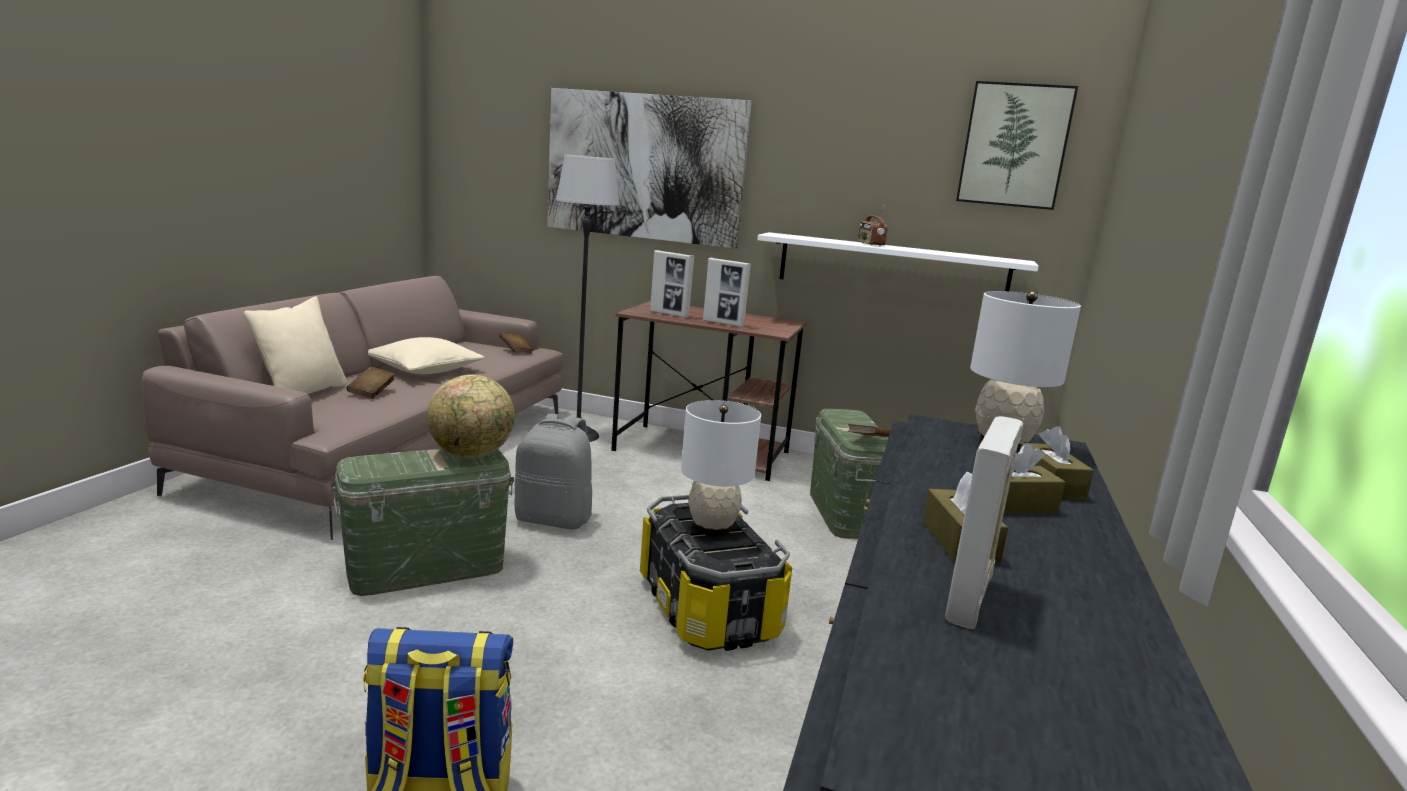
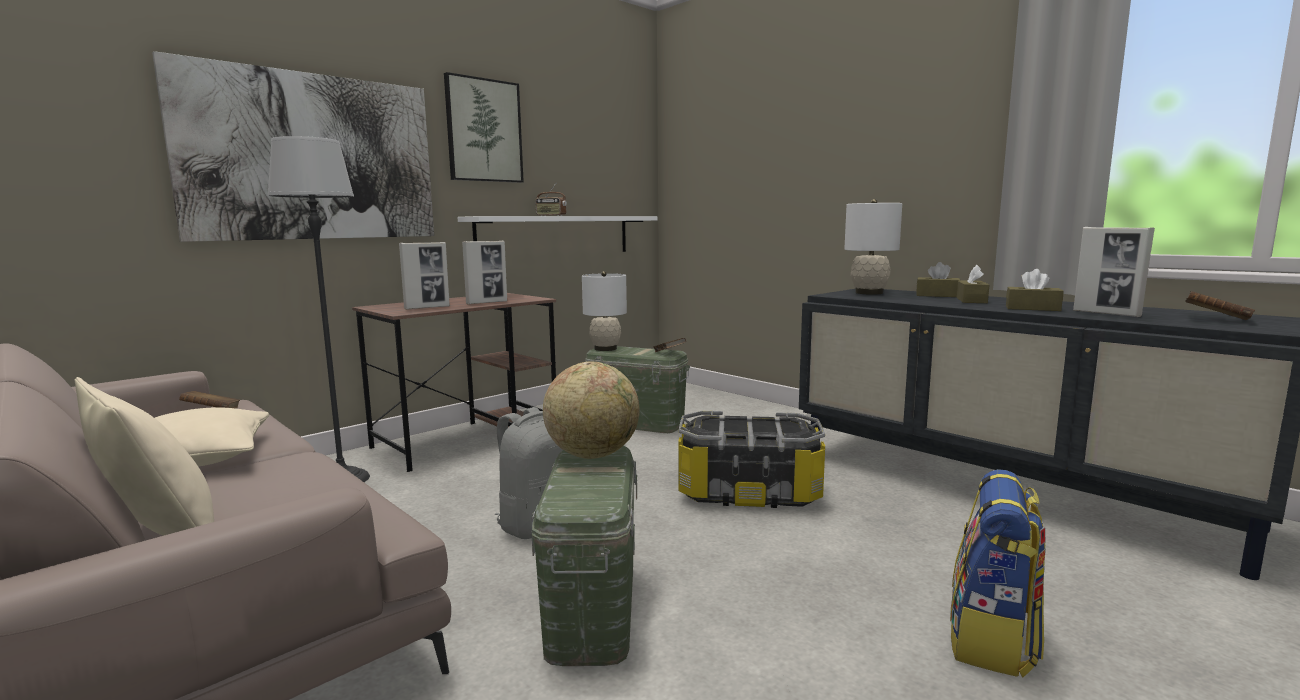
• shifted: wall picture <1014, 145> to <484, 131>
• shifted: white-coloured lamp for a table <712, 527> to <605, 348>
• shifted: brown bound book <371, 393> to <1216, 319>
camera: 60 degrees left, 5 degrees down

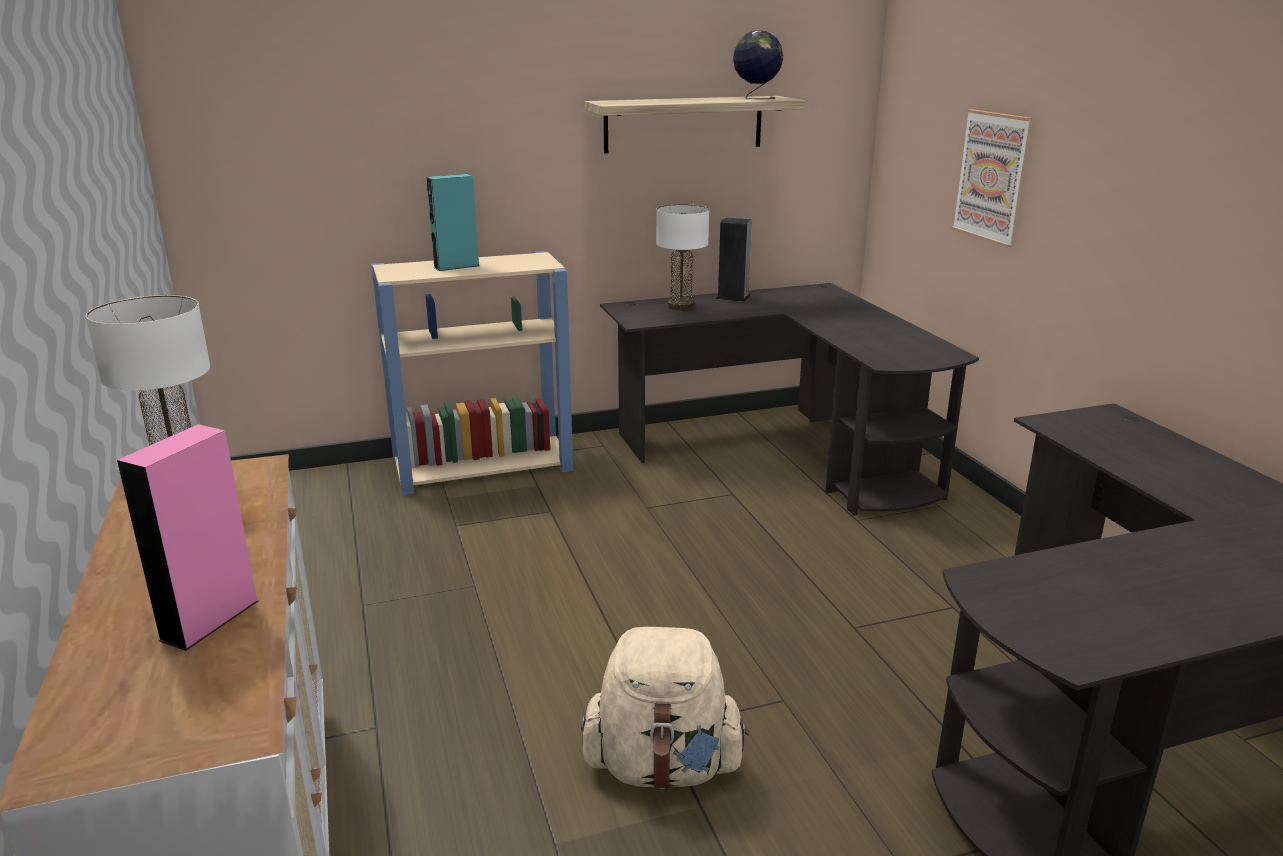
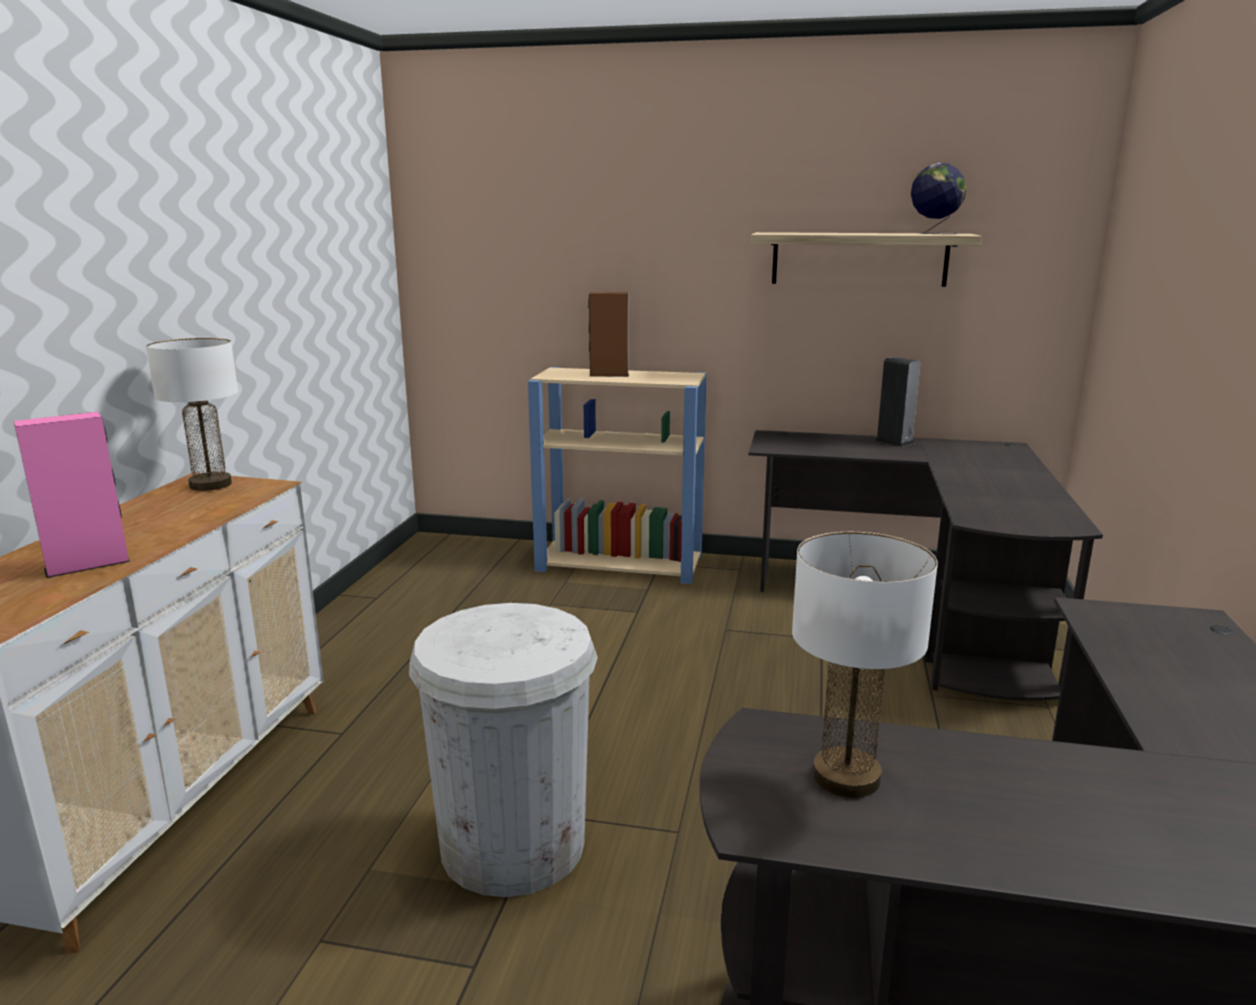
• swapped: beige backpack <663, 766> to white-coloured waste bin <513, 845>
• repainted: turquoise-coloured speaker <456, 266> to brown speaker <609, 375>
• shifted: lamp for a table <681, 306> to <845, 777>
• gone: wall picture <991, 176>
camera: 30 degrees right, 5 degrees down

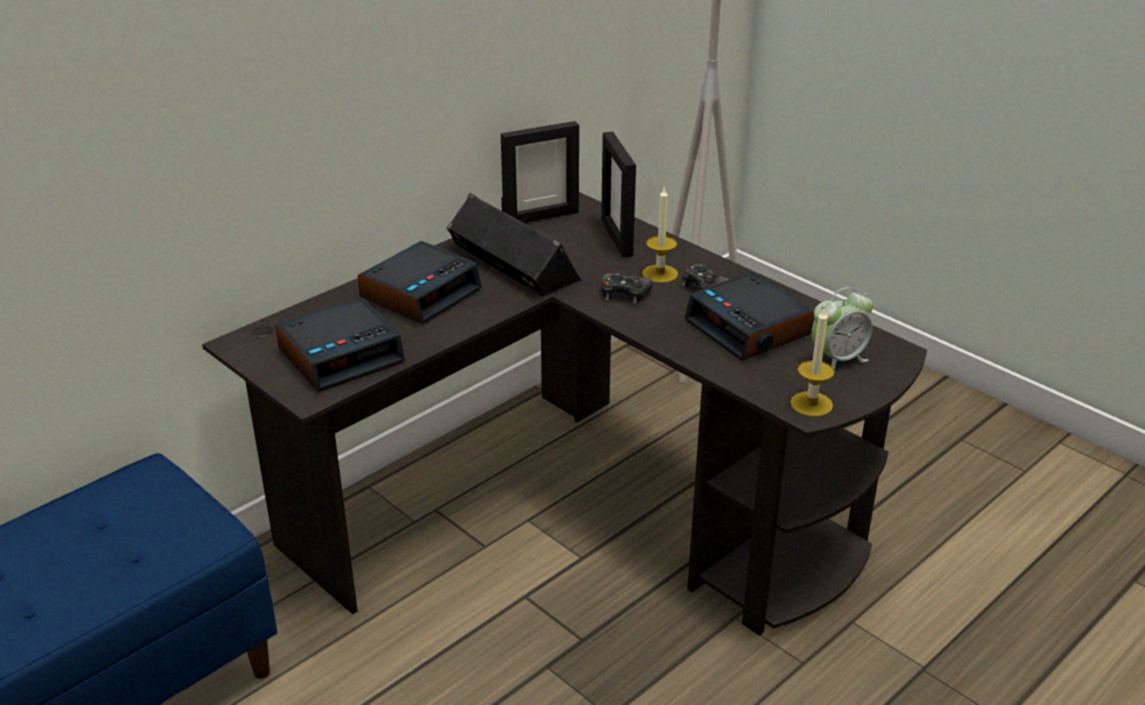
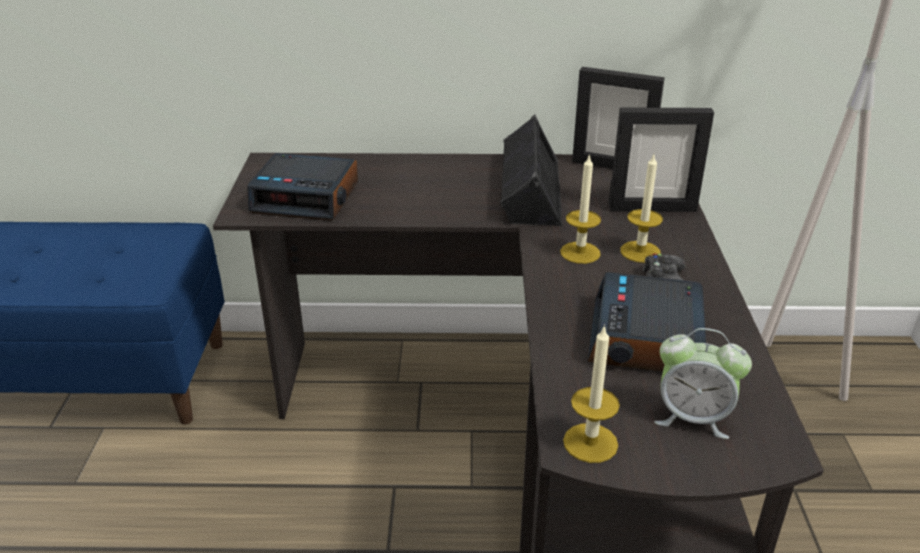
• swapped: blackish joypad <624, 294> to wax light <580, 253>
• rotated: photo frame <618, 237> = <652, 208> 120 degrees counterclockwise
• gone: alarm clock <420, 293>
camera: 45 degrees right, 0 degrees up

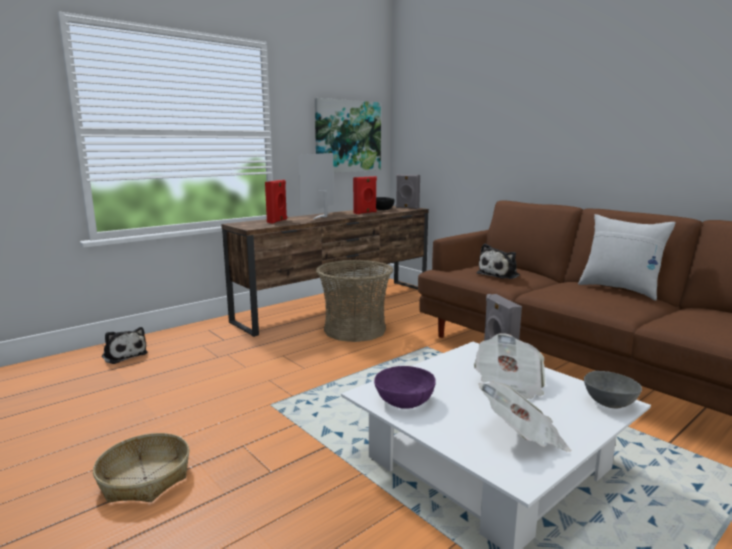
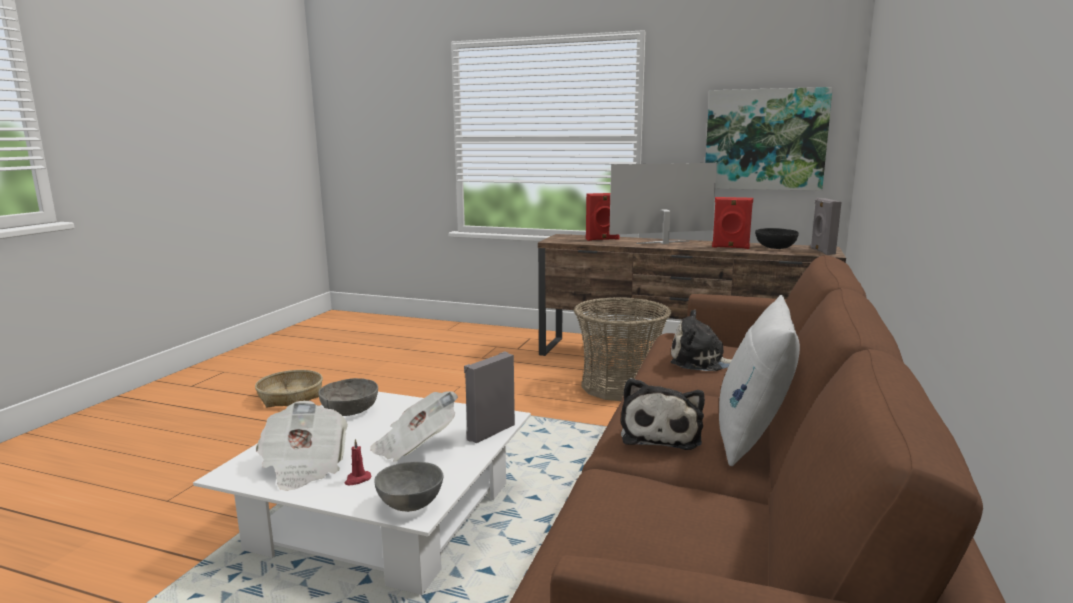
• repainted: purplish bowl <404, 400> to gray bowl <350, 410>
• new: red wax light <357, 479>
• shifted: soft toy <124, 355> to <661, 433>
camera: 60 degrees right, 0 degrees up

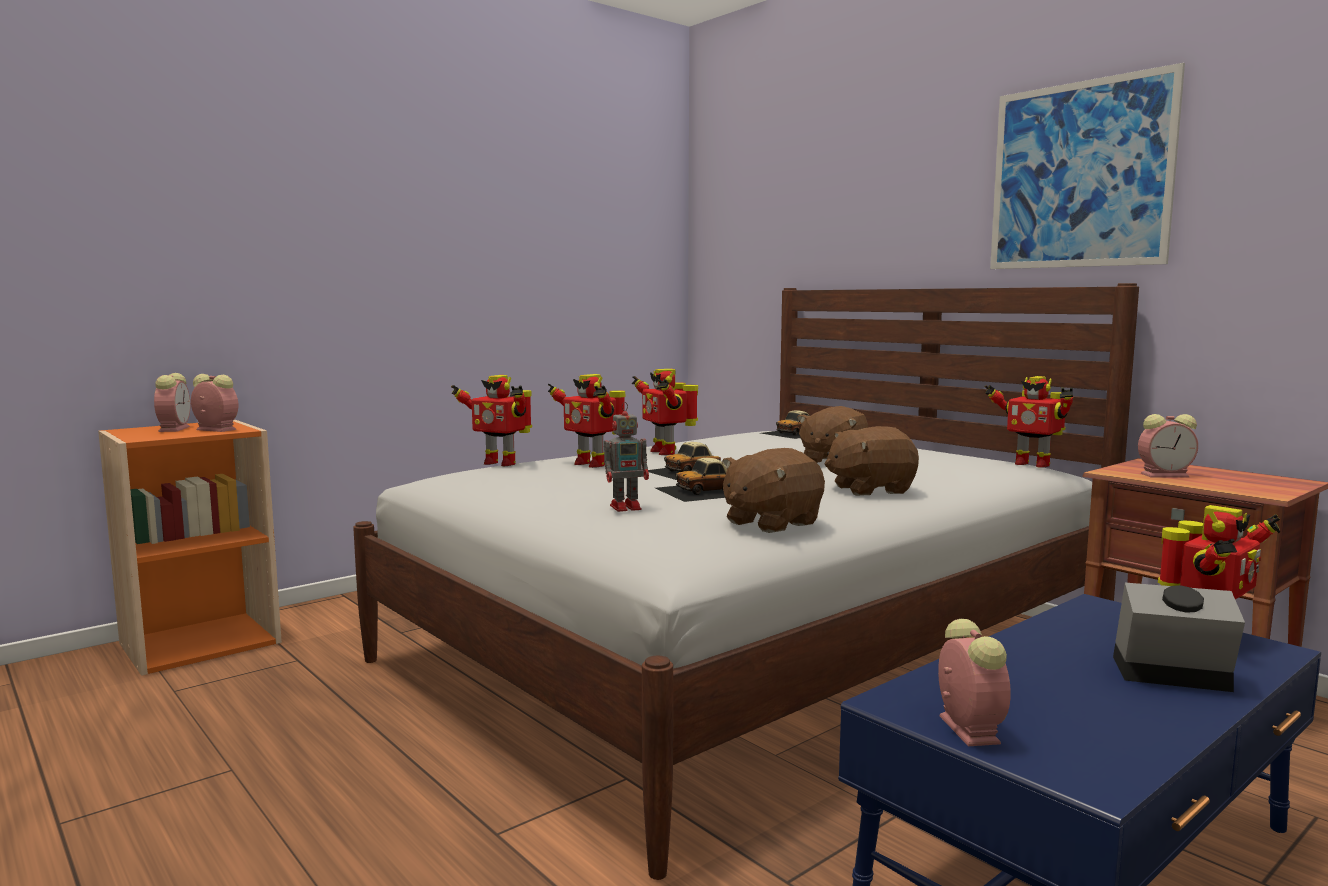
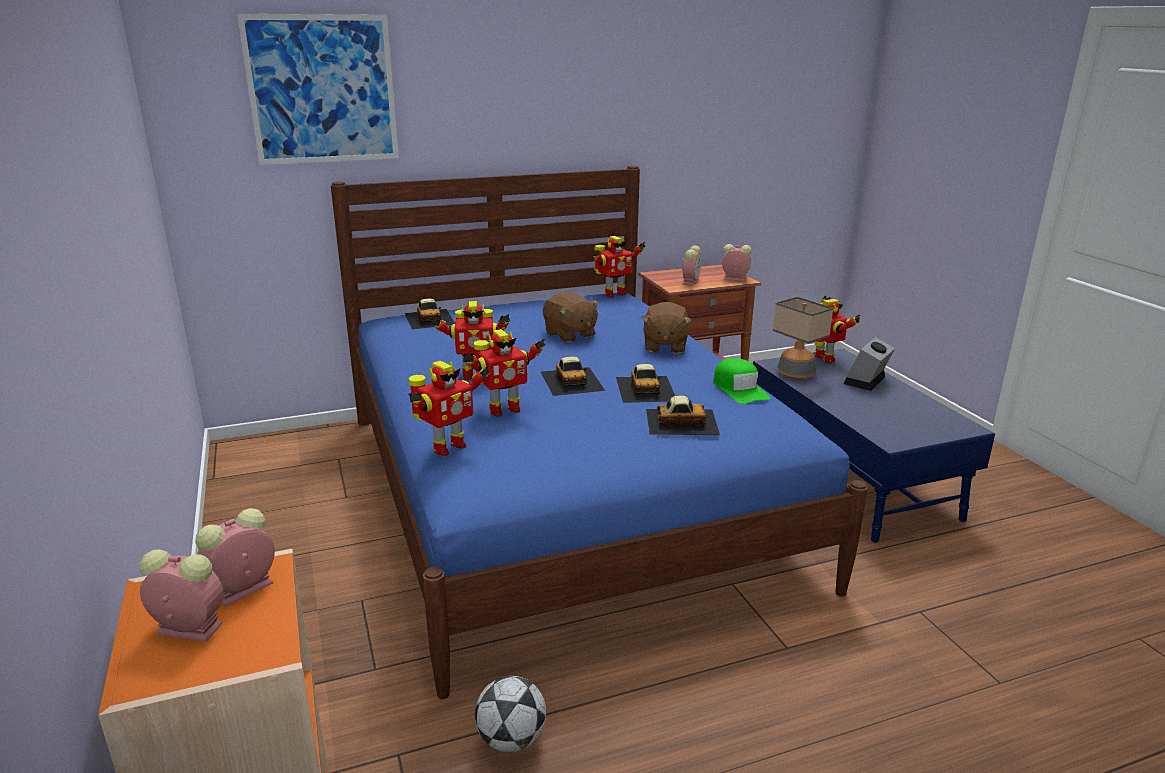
• shifted: wall picture <1079, 175> to <322, 90>
• repainted: white-coloured bed <745, 651> to blue bed <562, 494>
• new: football <511, 740>
• swapped: model robot <627, 507> to model car <681, 421>
• swapped: brown soft toy <770, 523> to green-coloured cap <739, 389>
• shifted: alarm clock <966, 728> to <734, 278>
• new: lamp for a table <795, 373>
camera: 70 degrees left, 15 degrees up

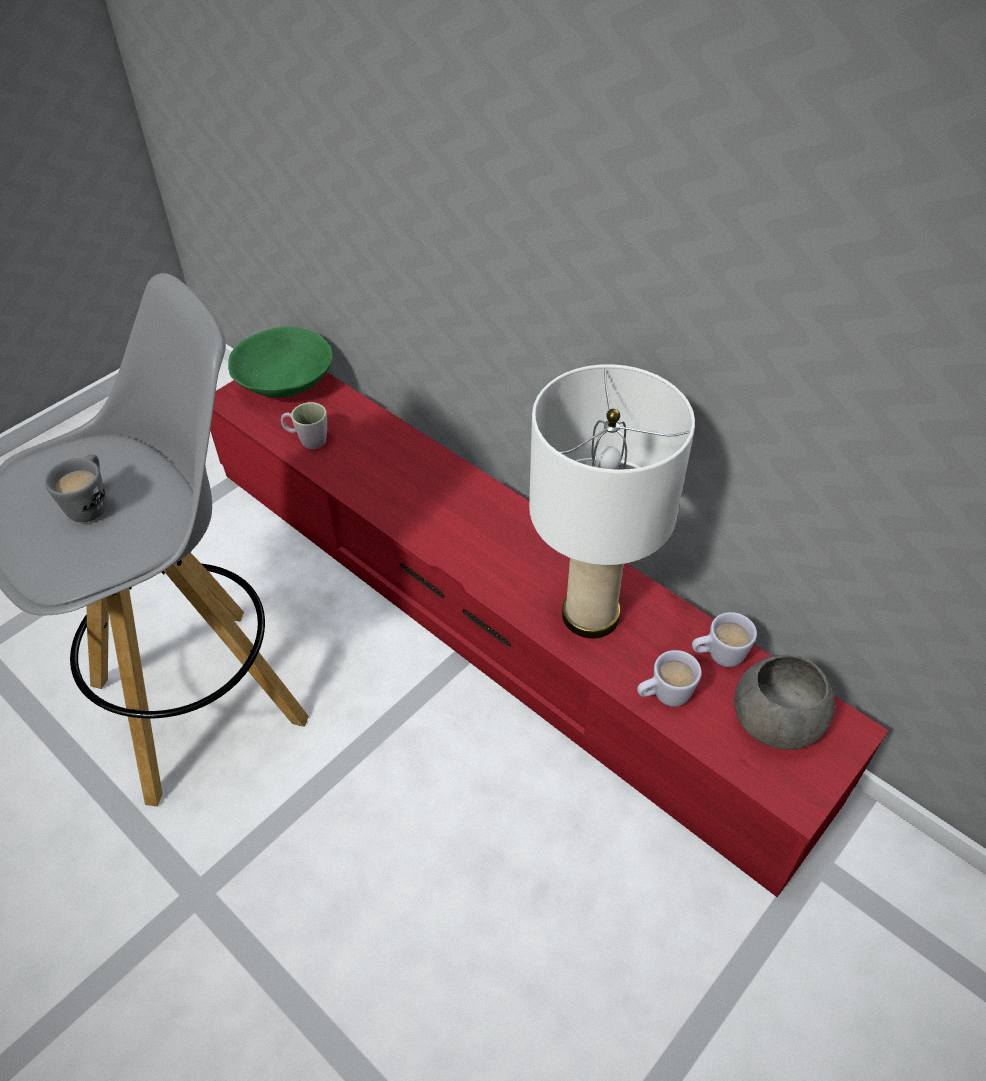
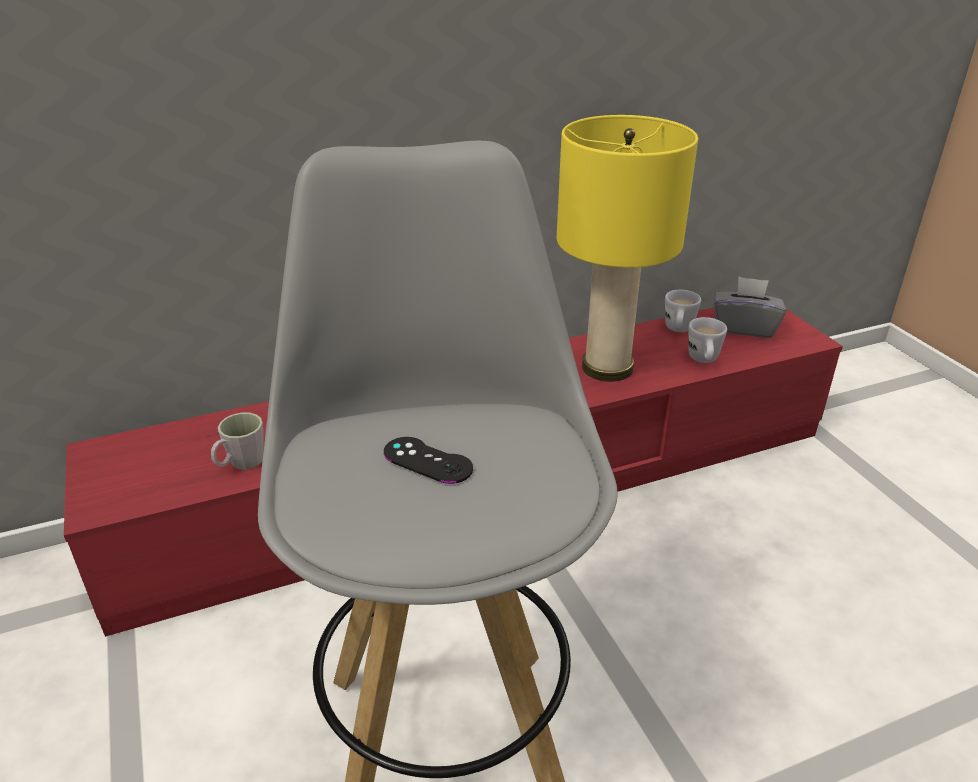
• swapped: gray coffee mug <91, 503> to blackish joypad <427, 460>
• repainted: white-coloured lamp for a table <589, 615> to yellow-coloured lamp for a table <607, 368>
• swapped: gray bowl <774, 720> to gray tissue box <744, 328>
• gone: green-coloured bowl <285, 383>
camera: 65 degrees left, 15 degrees down

